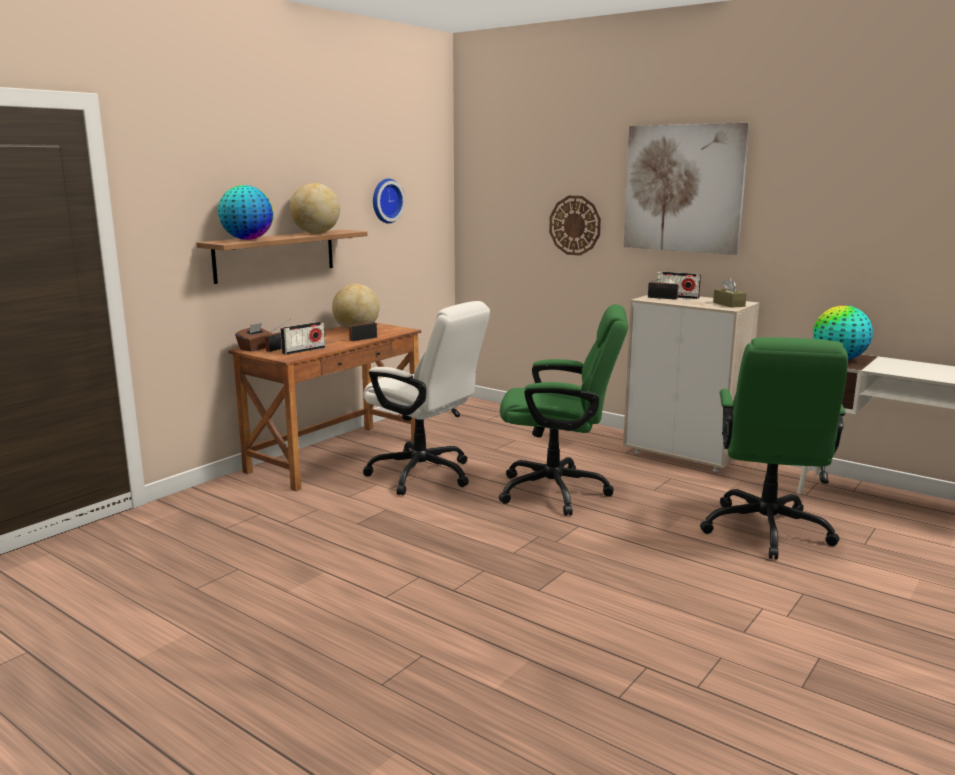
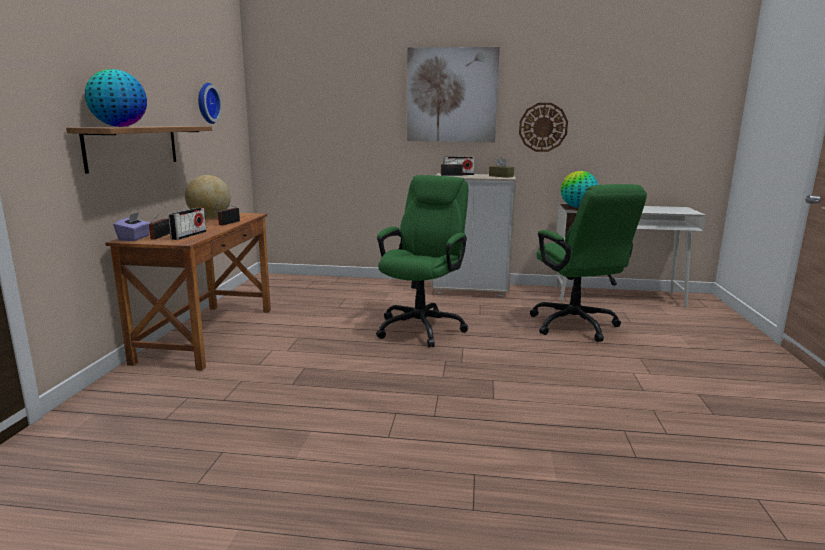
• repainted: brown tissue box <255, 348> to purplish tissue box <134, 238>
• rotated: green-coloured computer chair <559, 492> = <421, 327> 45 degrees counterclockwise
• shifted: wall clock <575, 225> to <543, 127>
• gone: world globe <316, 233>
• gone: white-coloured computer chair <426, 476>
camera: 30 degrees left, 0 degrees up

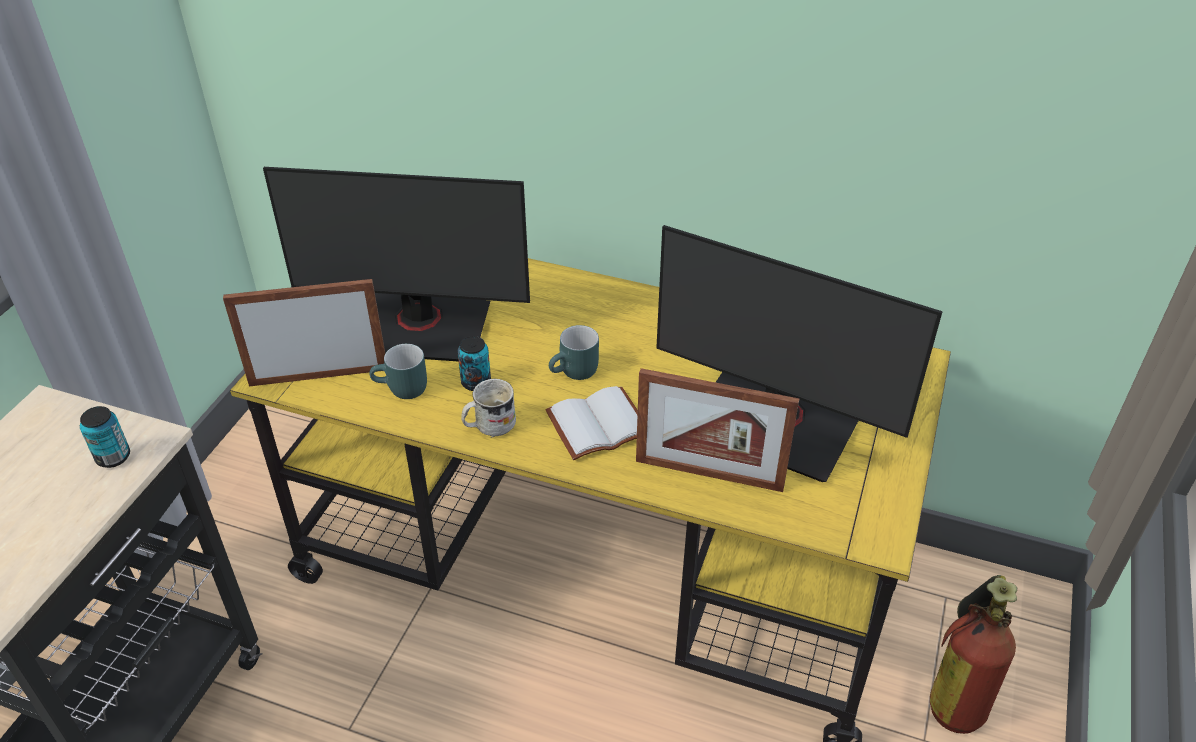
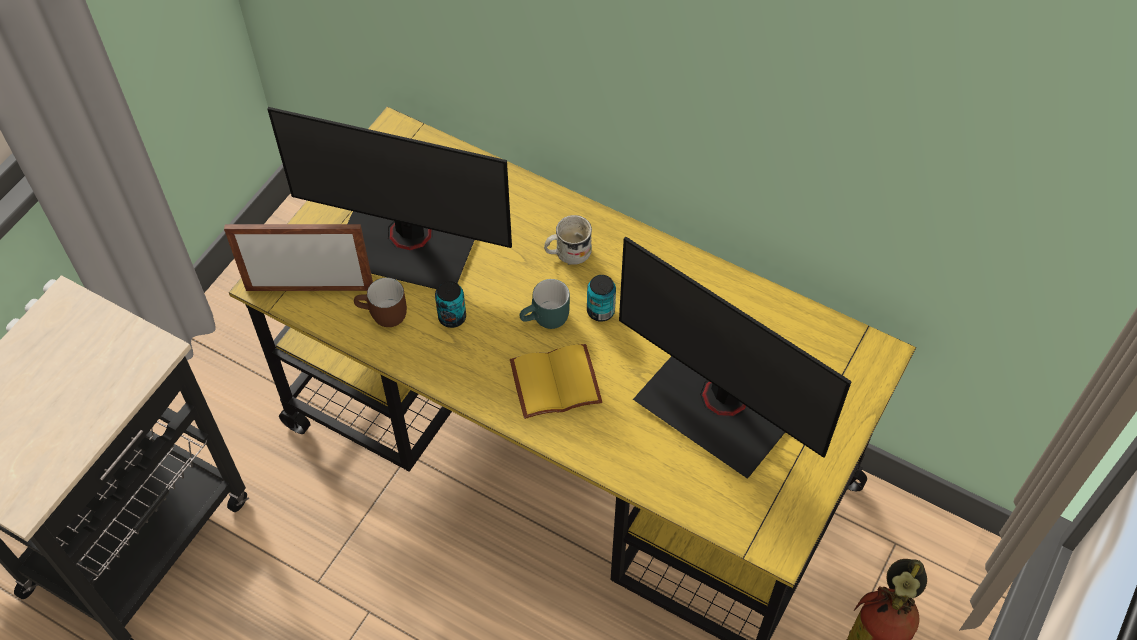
• repainted: turquoise-coloured coffee mug <402, 390> to brown coffee mug <383, 316>
• repainted: white-coloured bound book <598, 423> to yellow-coloured bound book <556, 380>
• shifted: white-coloured coffee mug <489, 426> to <567, 253>
• shifted: metal can <113, 457> to <600, 311>
• gone: photo frame <709, 474>
camera: 10 degrees right, 15 degrees up

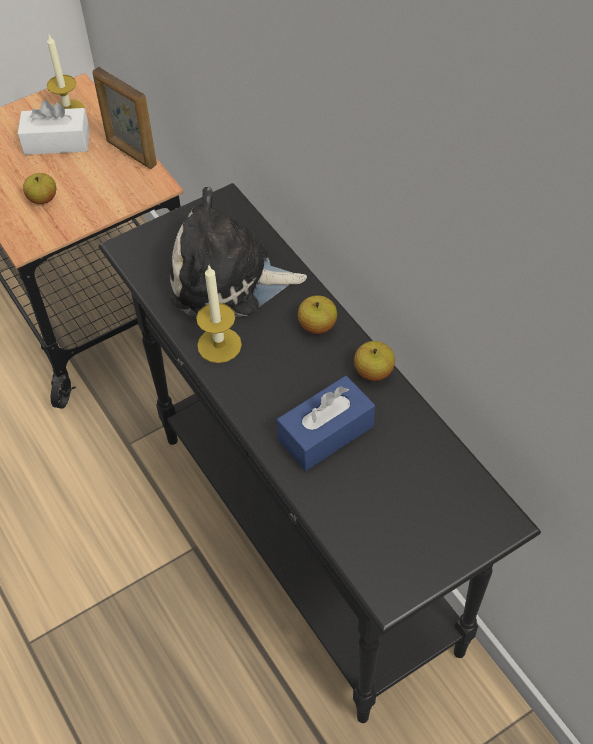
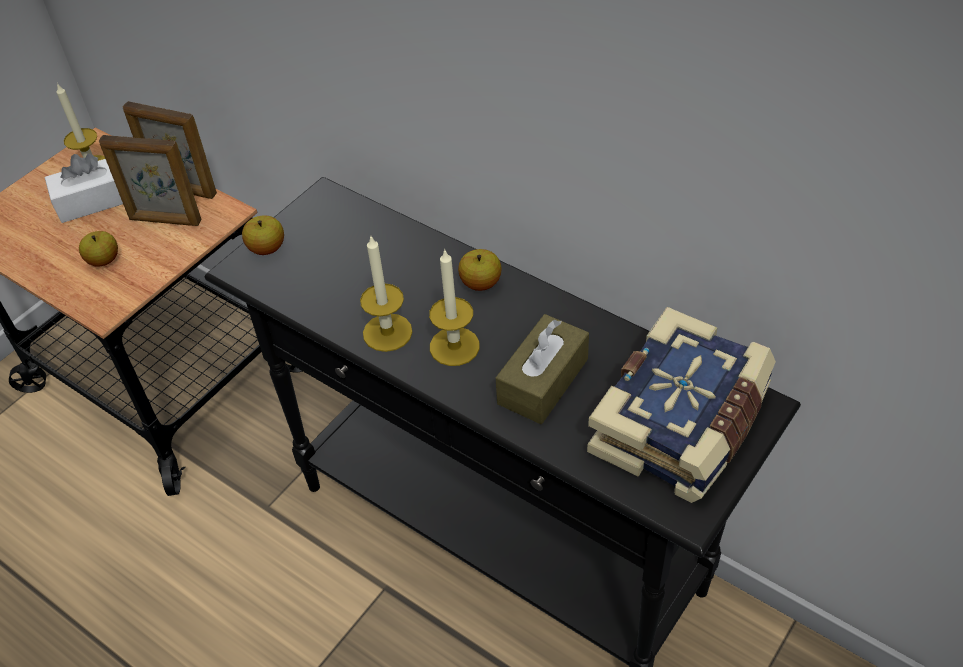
• new: photo frame <165, 220>
• shifted: whole apple <373, 372> to <267, 248>
• new: wax light <454, 346>
• repainted: blue tissue box <326, 433> to brown tissue box <543, 381>
• new: bound book <682, 424>
• gone: soft toy <228, 280>
camera: 20 degrees left, 5 degrees down

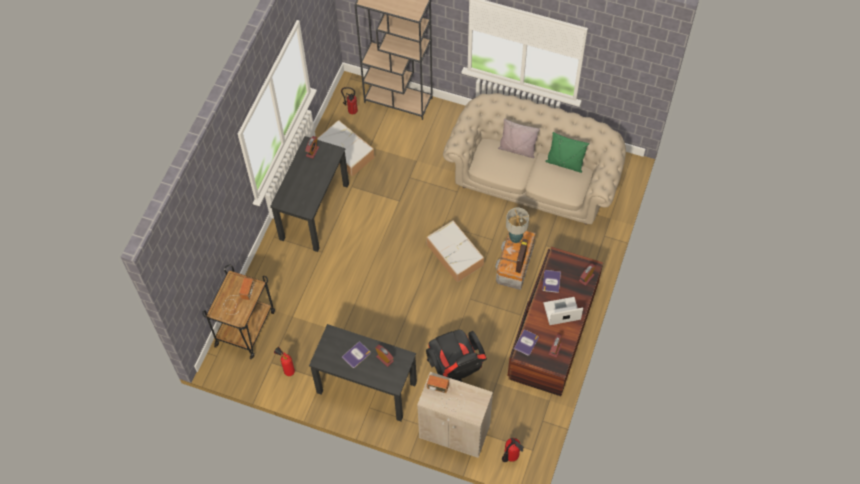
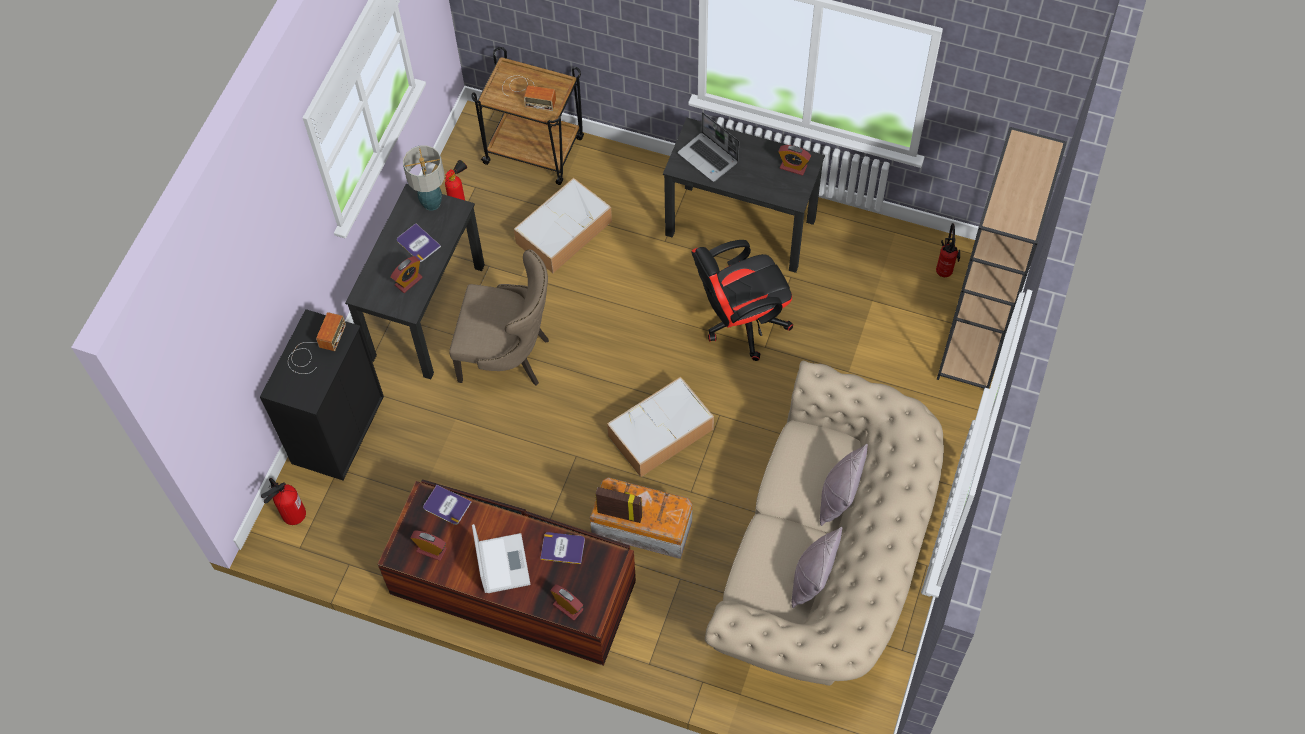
• repainted: beige cabinet <453, 433> to blackish cabinet <339, 432>
• shifted: lamp for a table <515, 238> to <432, 203>
• new: beige upright chair <508, 356>
• shifted: storage bin <345, 152> to <564, 231>
• new: portable computer <709, 158>
• shifted: blackish computer chair <455, 375> to <739, 325>
• repainted: green-coloured cushion <565, 163> to purplish cushion <812, 579>
camera: 90 degrees right, 0 degrees up

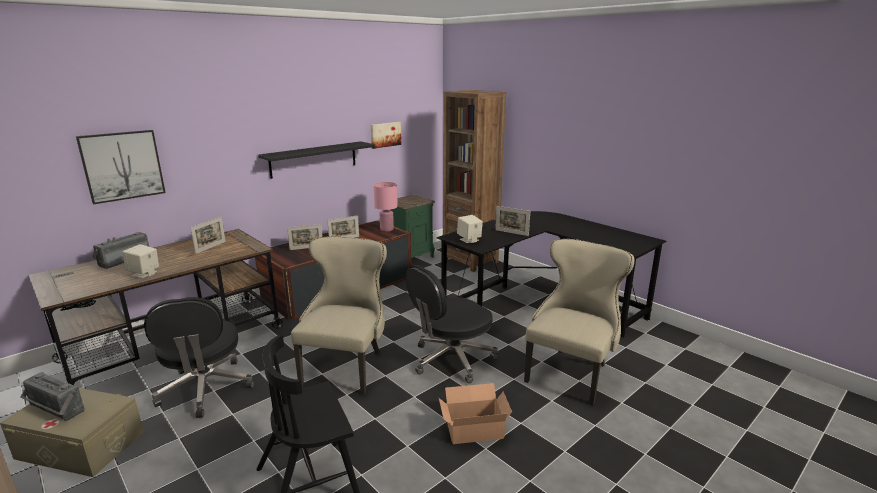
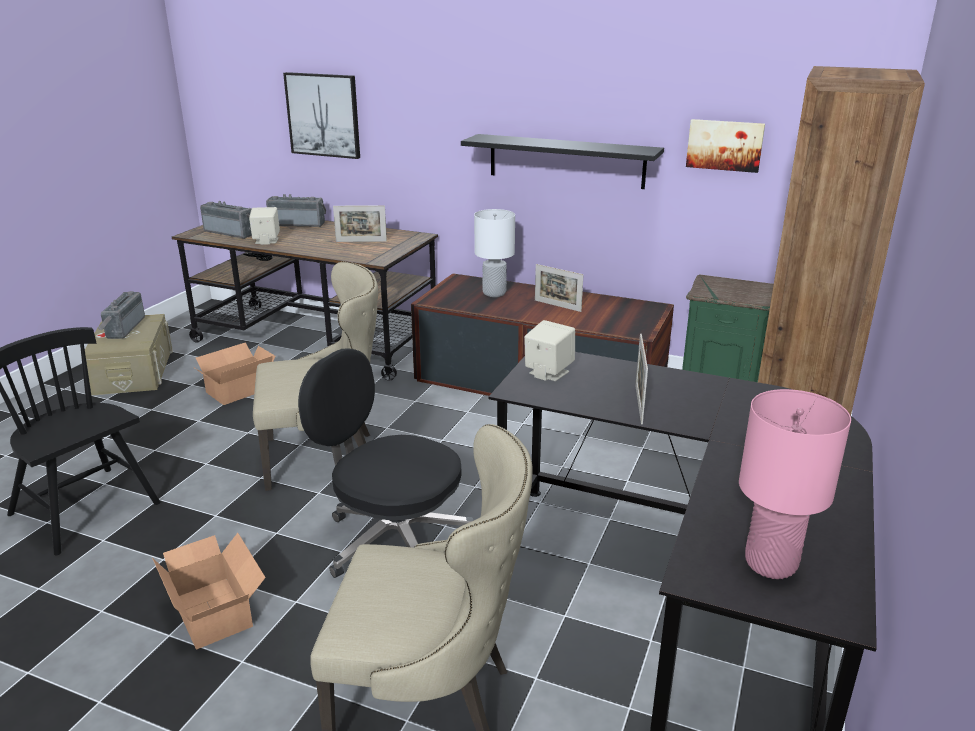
• swapped: blackish computer chair <205, 389> to cardboard box <237, 389>
• new: radio receiver <232, 232>
• swapped: photo frame <306, 248> to white-coloured lamp for a table <494, 295>
• shifted: pink-coloured lamp for a table <387, 230> to <770, 568>
camera: 65 degrees right, 5 degrees up

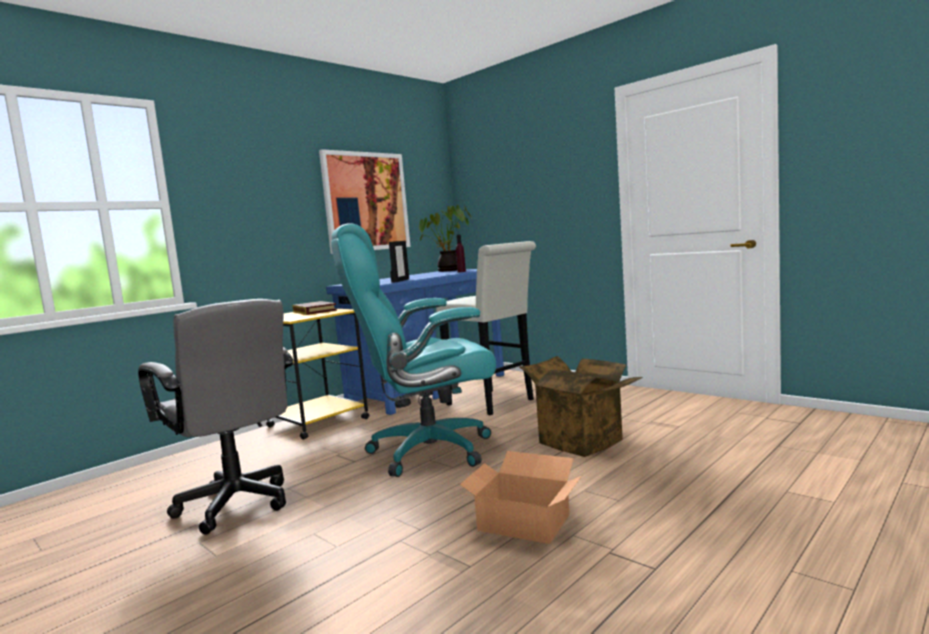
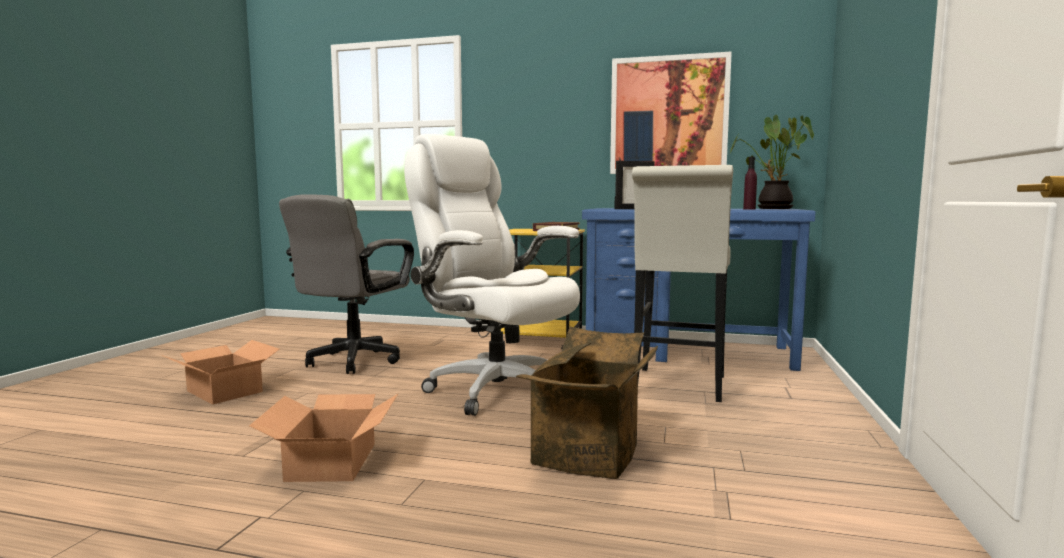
• new: cardboard box <224, 392>
• repainted: turquoise-coloured computer chair <427, 452> to white-coloured computer chair <495, 390>
camera: 60 degrees right, 0 degrees up

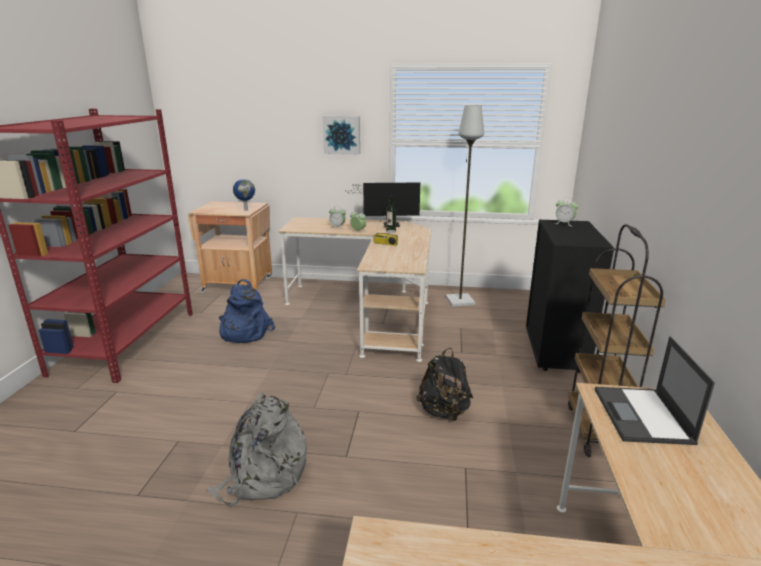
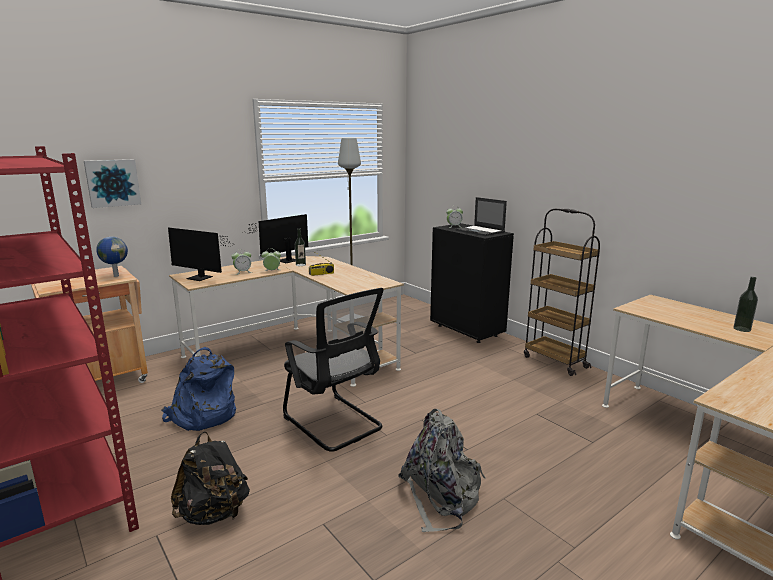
• shifted: wall picture <342, 134> to <112, 183>
• new: monitor <201, 278>
• shifted: blackish backpack <444, 412> to <214, 513>
• new: upright chair <334, 424>
• shifted: portable computer <642, 416> to <480, 231>
• new: beverage bottle <742, 329>
camera: 45 degrees left, 5 degrees down

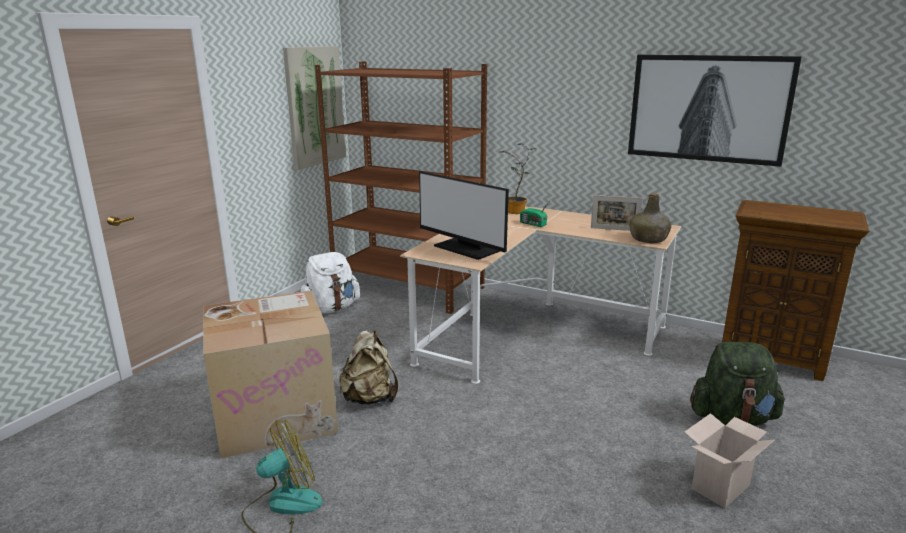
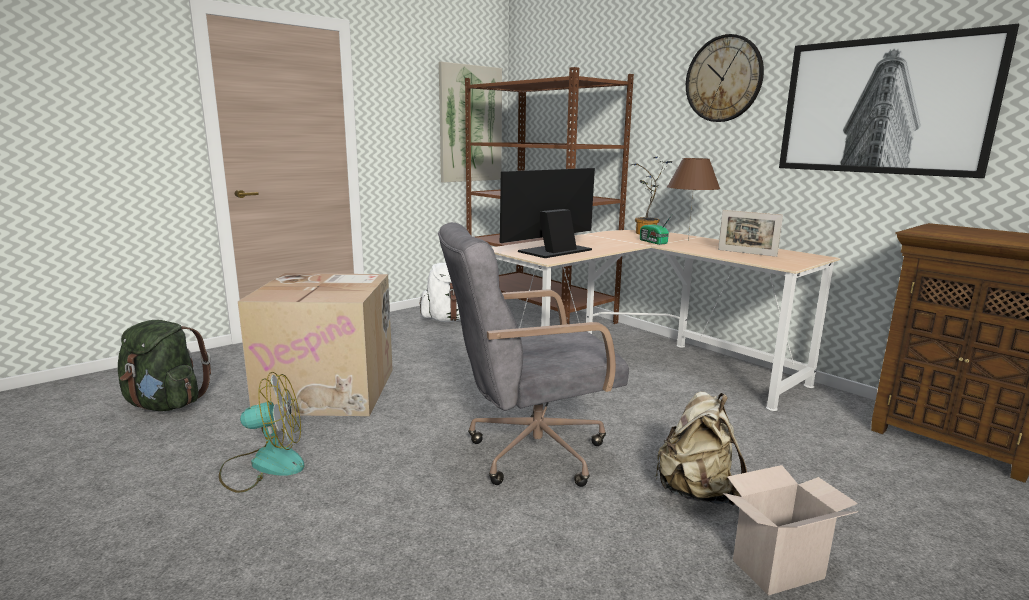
• shifted: green-coloured backpack <732, 418> to <165, 405>
• new: gray computer chair <529, 455>
• rotated: monitor <466, 248> = <554, 250> 75 degrees clockwise
• shifted: beige backpack <370, 398> to <696, 492>
• new: brown lamp for a table <688, 240>
• new: wall clock <723, 79>
• gone: green-coloured beverage bottle <648, 239>
camera: 20 degrees right, 5 degrees down

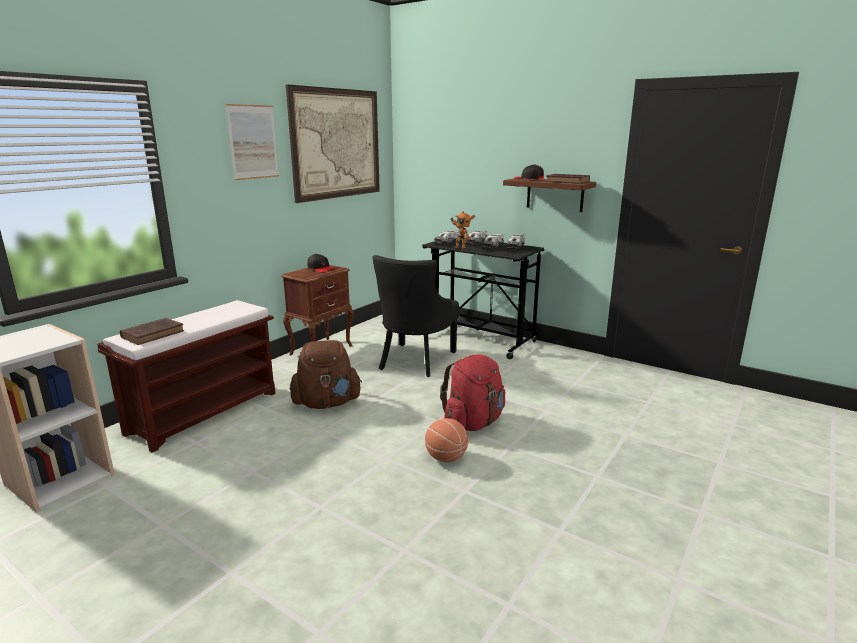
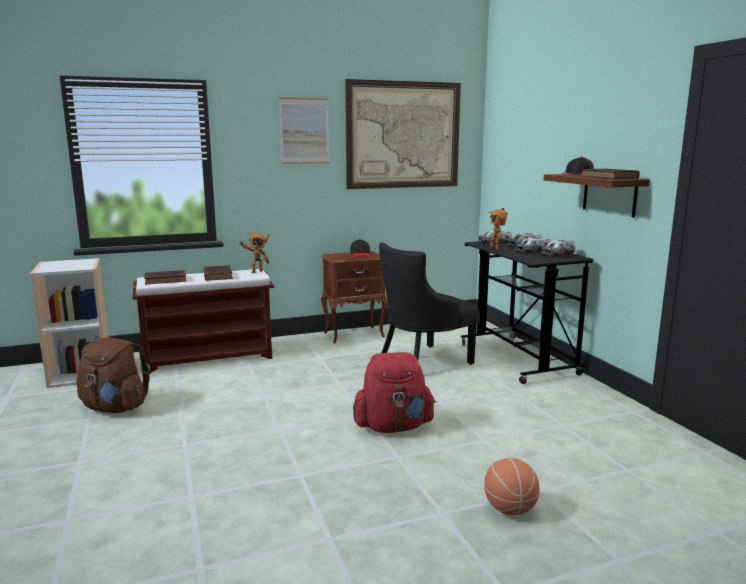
• shifted: brown backpack <327, 403> to <115, 408>
• new: brown bound book <217, 275>
• new: model robot <256, 271>
• shifted: basketball ball <446, 458> to <509, 509>
camera: 35 degrees right, 5 degrees down

